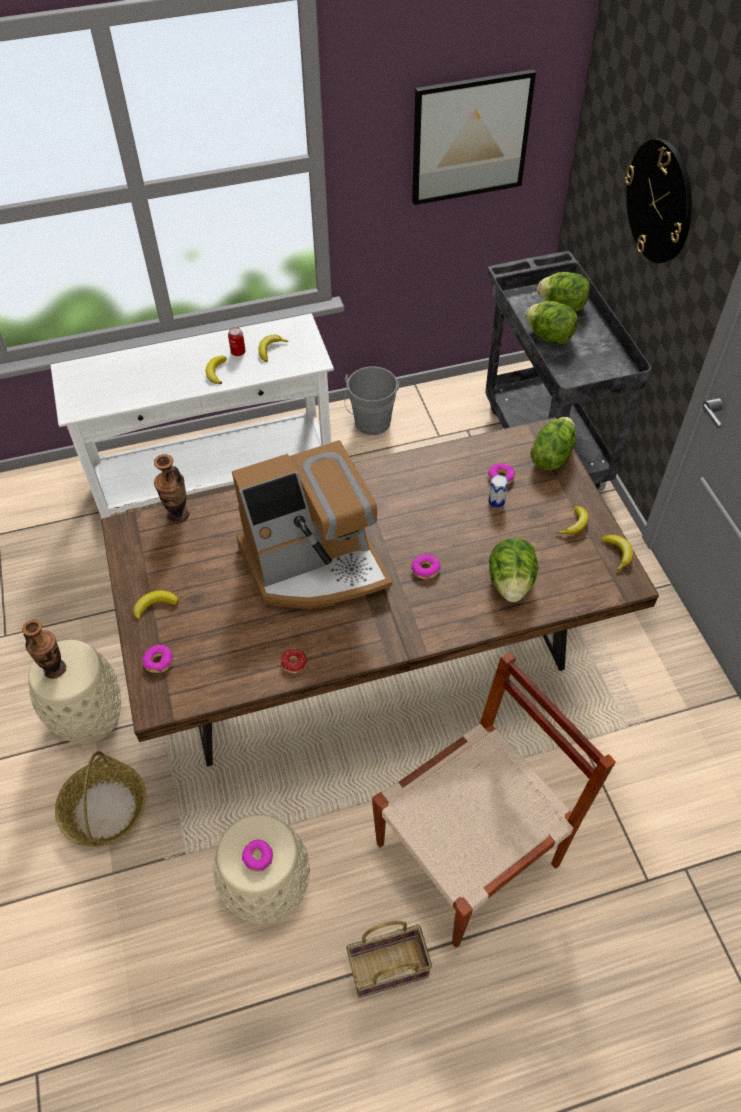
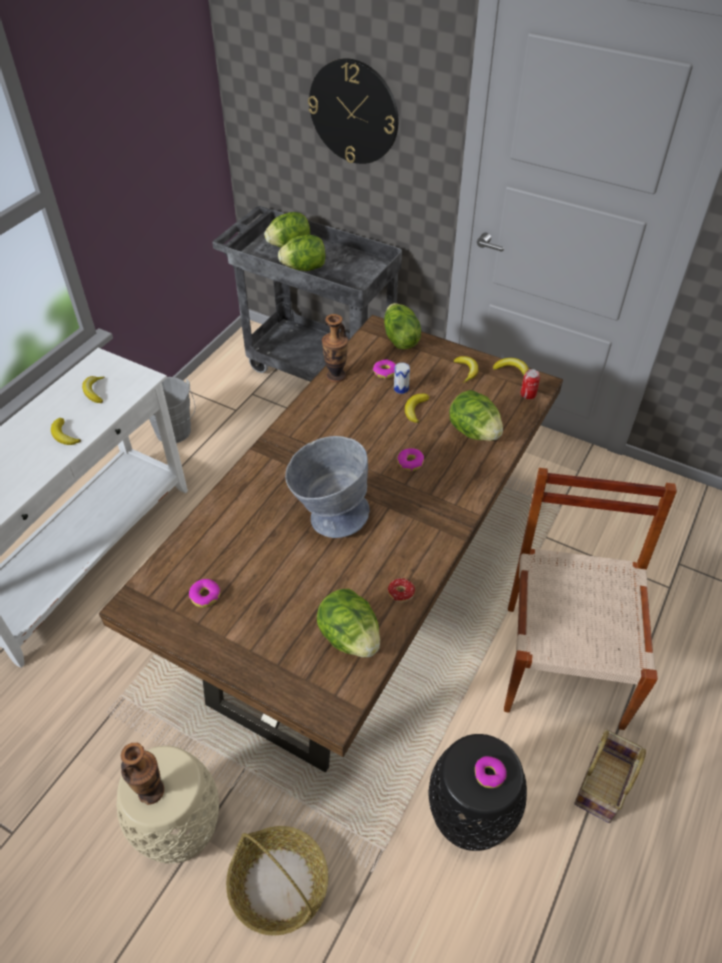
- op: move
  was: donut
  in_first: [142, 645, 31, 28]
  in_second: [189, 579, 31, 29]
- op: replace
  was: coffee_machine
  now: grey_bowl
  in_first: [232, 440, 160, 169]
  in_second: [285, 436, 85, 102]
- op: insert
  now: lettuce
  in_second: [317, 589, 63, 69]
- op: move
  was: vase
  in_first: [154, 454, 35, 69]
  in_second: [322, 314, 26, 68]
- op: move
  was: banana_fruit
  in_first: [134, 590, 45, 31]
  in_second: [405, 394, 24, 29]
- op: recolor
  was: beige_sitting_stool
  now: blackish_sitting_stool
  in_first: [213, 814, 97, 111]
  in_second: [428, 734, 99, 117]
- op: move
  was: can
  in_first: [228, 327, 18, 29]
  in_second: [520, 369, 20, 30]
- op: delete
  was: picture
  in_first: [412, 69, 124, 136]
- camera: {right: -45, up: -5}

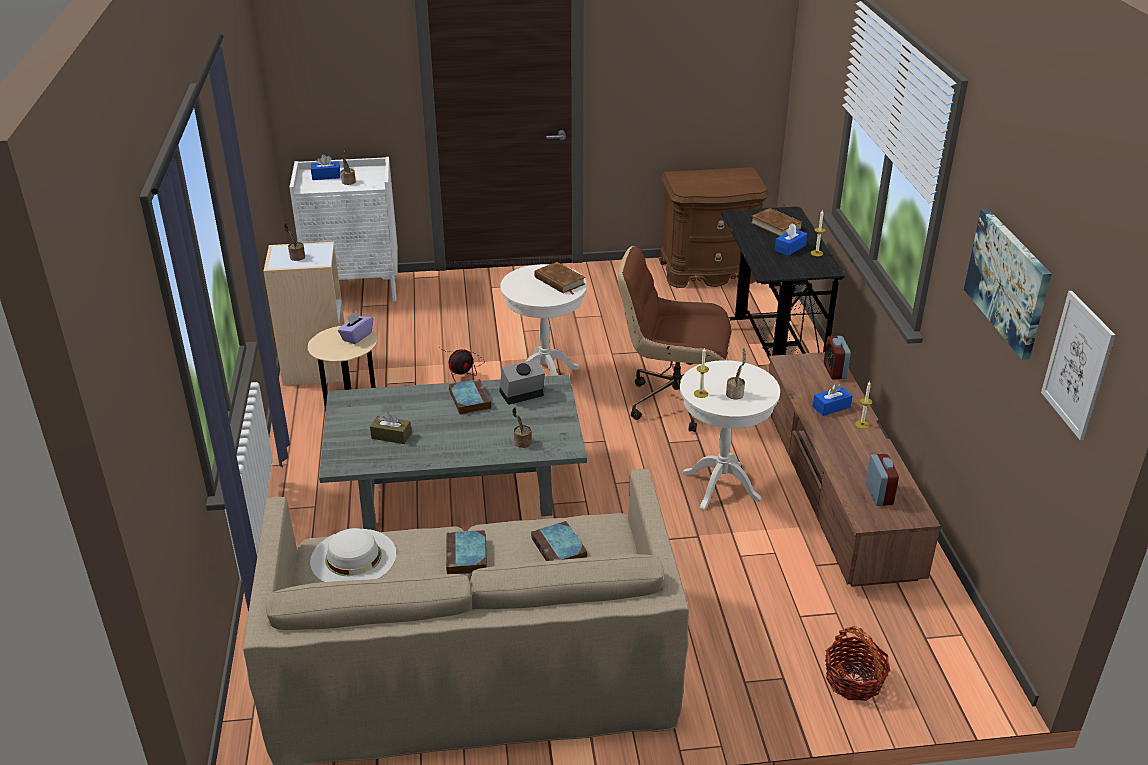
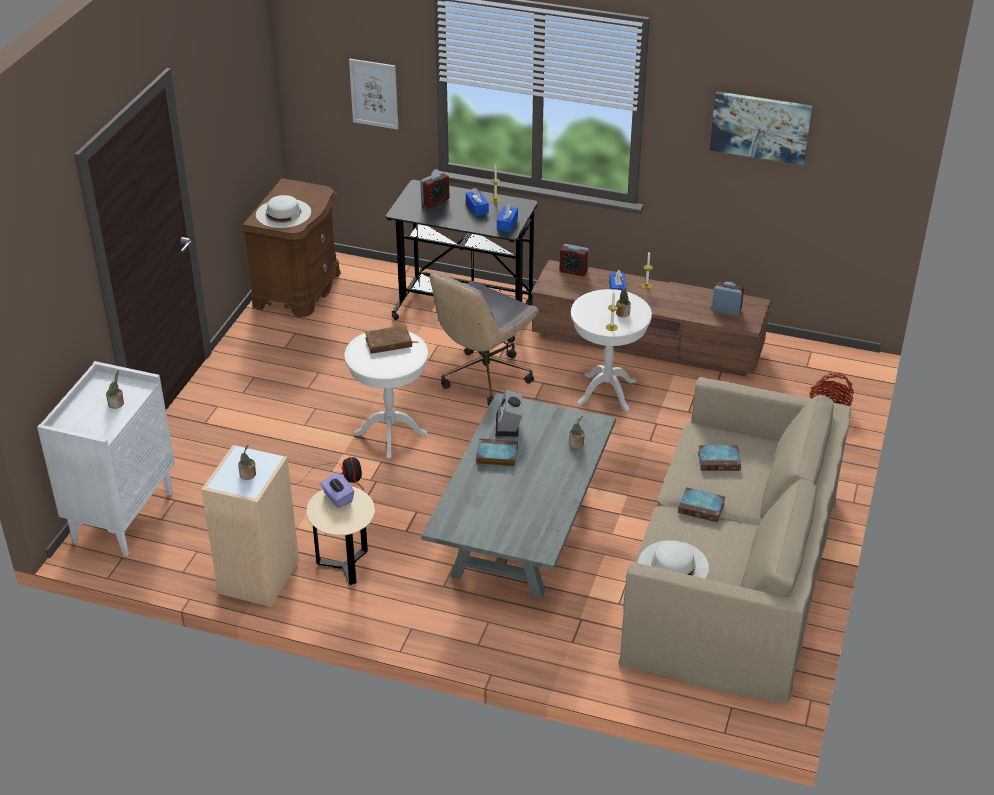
- op: insert
  now: whitish_wearable_hat
  in_second: [256, 195, 55, 33]
- op: move
  was: picture
  in_first: [1041, 291, 74, 150]
  in_second: [349, 59, 49, 71]
- op: replace
  was: brownish_bound_book
  now: table_clock
  in_first: [751, 208, 52, 28]
  in_second: [420, 172, 29, 35]
- op: recolor
  was: brownish_desk_chair
  now: grey_desk_chair
  in_first: [618, 246, 114, 186]
  in_second: [430, 272, 108, 134]
- op: move
  was: bluish_box_of_tissues
  in_first: [311, 154, 29, 26]
  in_second: [497, 203, 21, 29]
- op: delete
  was: brownish_box_of_tissues
  in_first: [370, 412, 42, 32]
- camera: {right: -65, up: 5}

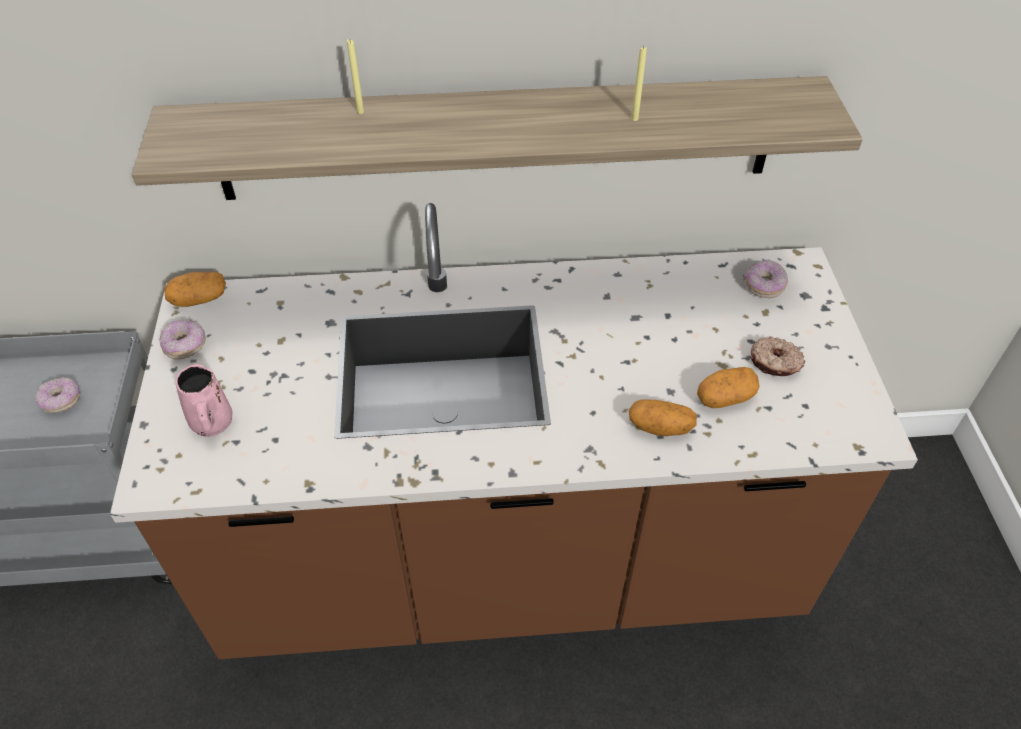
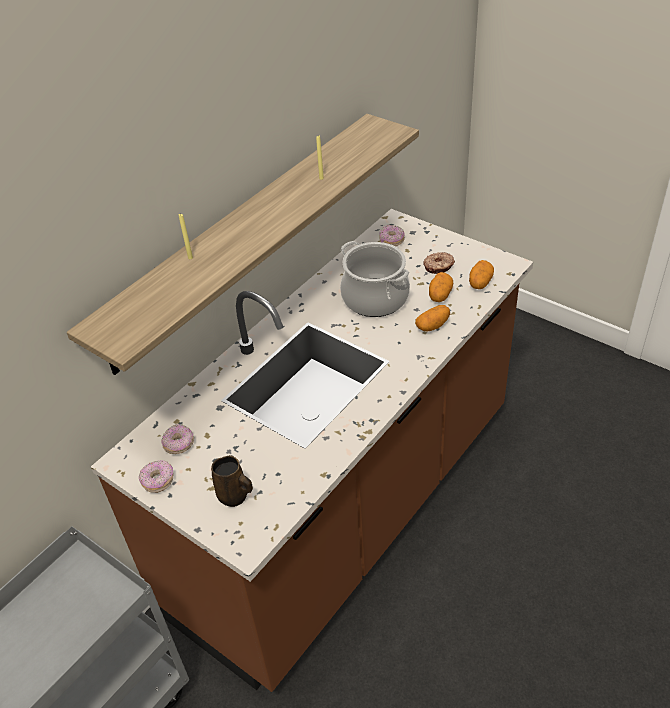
- op: move
  was: donut
  in_first: [35, 377, 46, 36]
  in_second: [161, 424, 33, 30]
- op: recolor
  was: pink_coffee_mug
  now: brownish_coffee_mug
  in_first: [175, 364, 57, 73]
  in_second: [211, 455, 42, 52]
- op: insert
  now: stockpot
  in_second: [340, 241, 70, 76]
- op: move
  was: spud
  in_first: [164, 272, 62, 35]
  in_second: [469, 260, 25, 29]
- camera: {right: -45, up: -5}

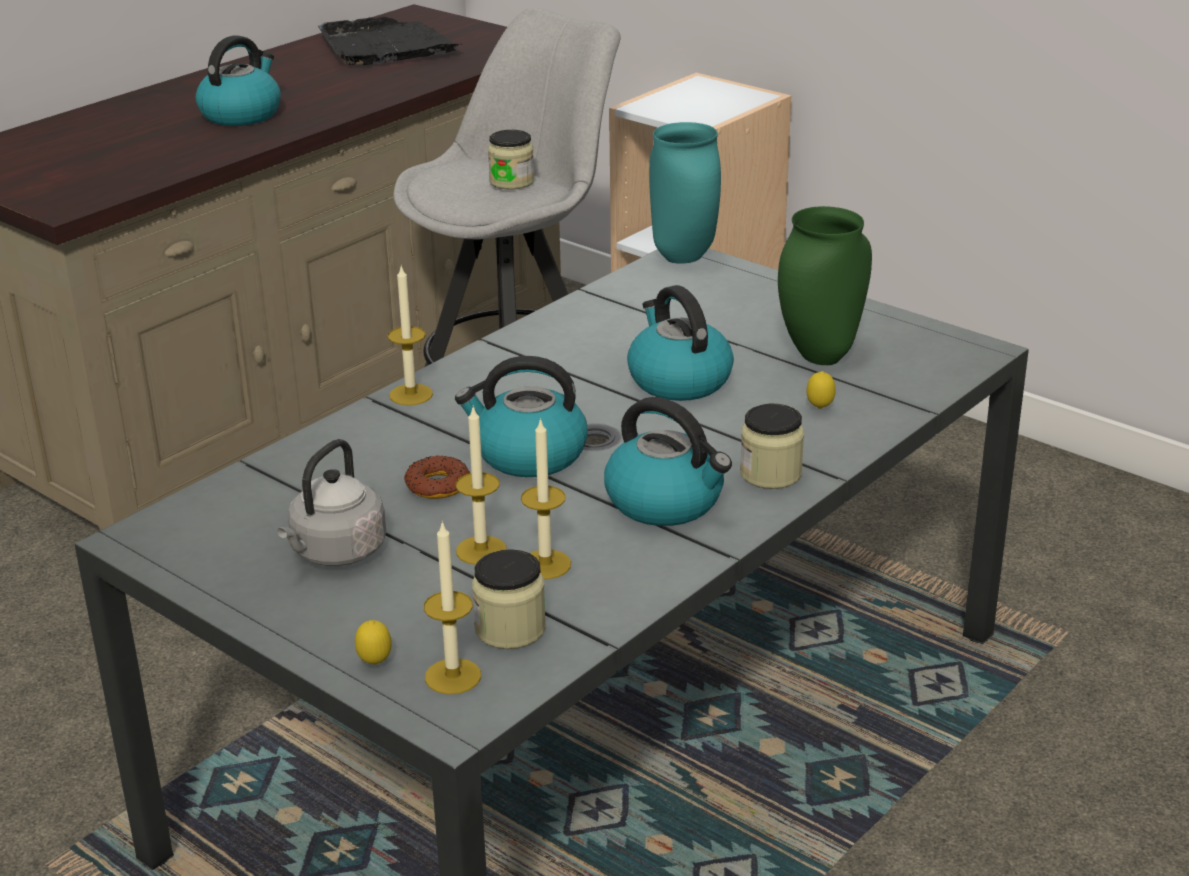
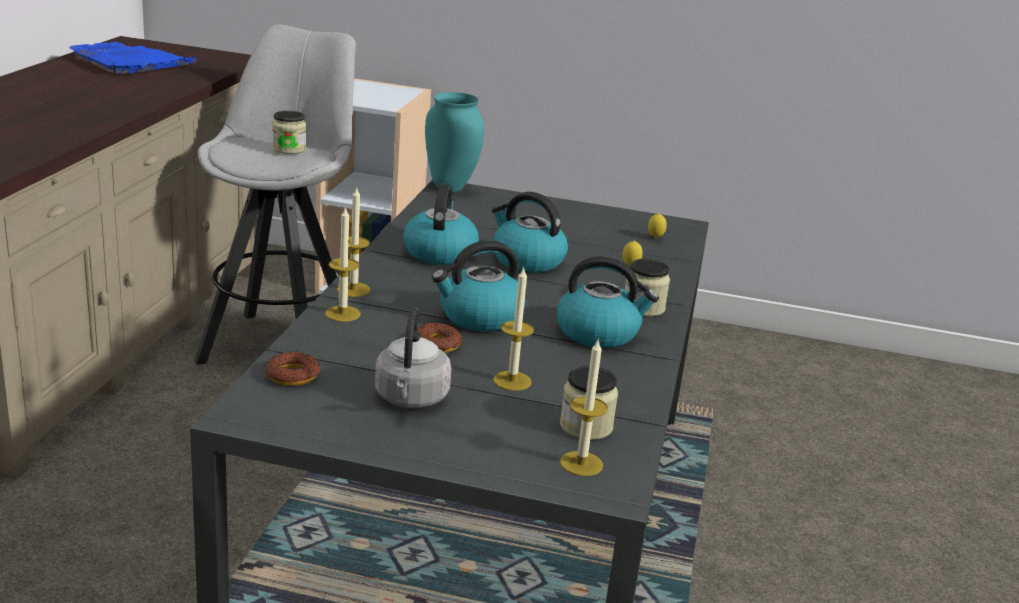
- op: recolor
  was: blackish_carrying_tray
  now: bluish_carrying_tray
  in_first: [318, 17, 143, 48]
  in_second: [69, 42, 131, 32]
- op: insert
  now: donut
  in_second: [265, 351, 55, 35]
- op: move
  was: candle
  in_first: [521, 418, 50, 161]
  in_second: [325, 206, 36, 116]
- op: move
  was: water_kettle
  in_first: [196, 35, 85, 91]
  in_second: [403, 183, 76, 82]
- op: move
  was: lemon
  in_first: [355, 620, 37, 44]
  in_second: [648, 213, 19, 25]
- op: delete
  was: greenish_vase
  in_first: [778, 206, 94, 159]
- camera: {right: -30, up: -5}

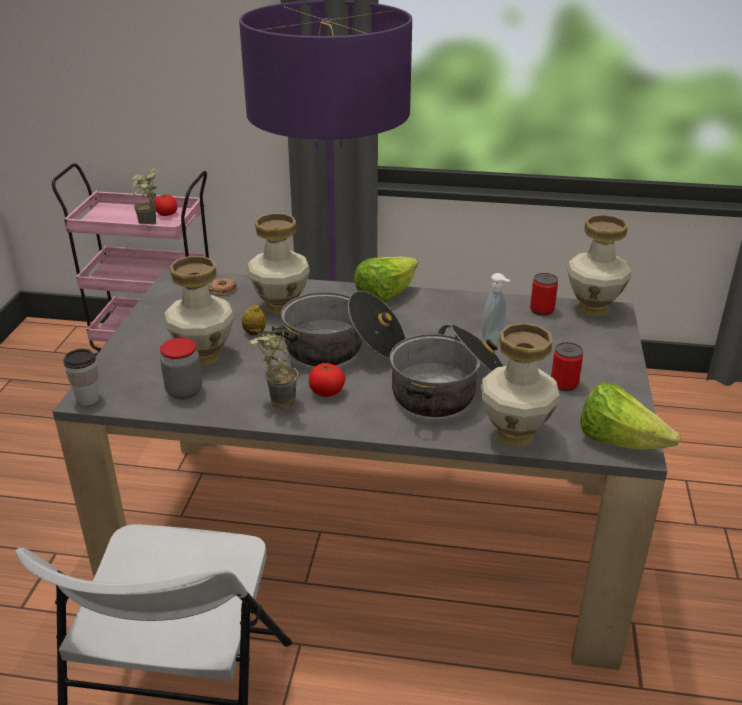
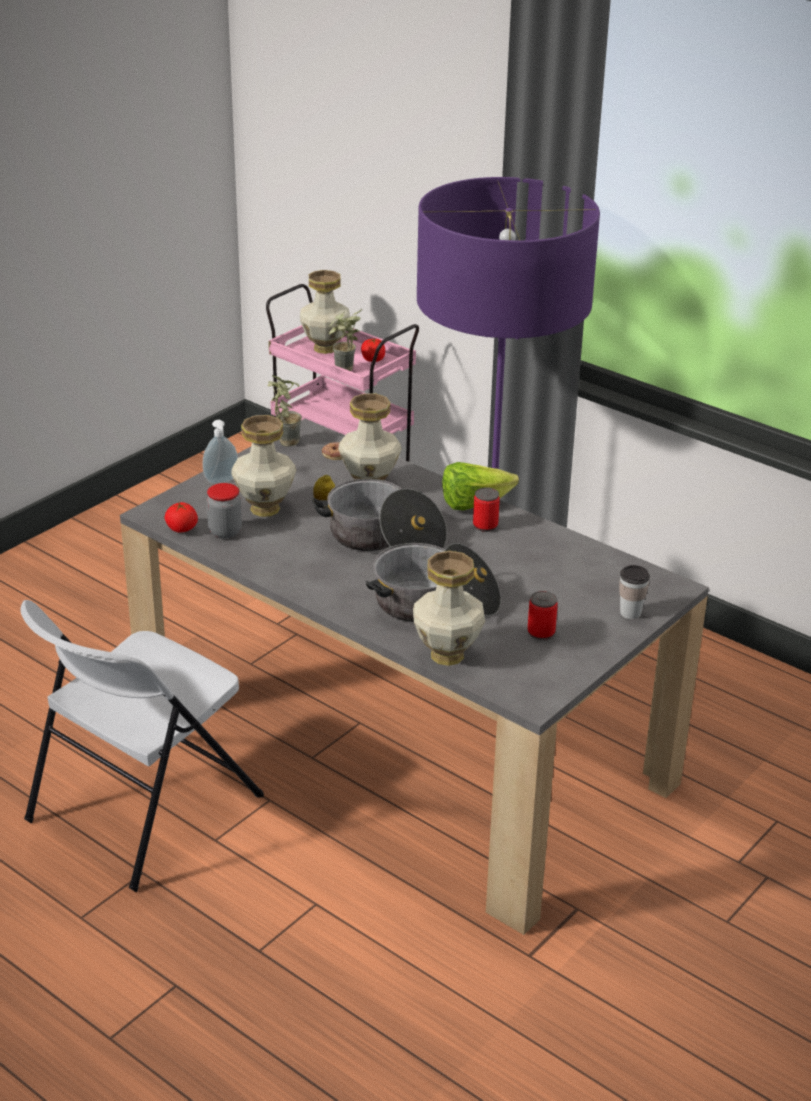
- op: move
  was: fresh_tomato
  in_first: [309, 363, 36, 34]
  in_second: [165, 502, 33, 31]
- op: move
  was: liquid_soap_bottle
  in_first: [482, 273, 28, 69]
  in_second: [202, 420, 36, 64]
- op: move
  was: plant_in_a_pot
  in_first: [249, 329, 49, 80]
  in_second: [268, 375, 34, 72]
- op: move
  was: vase
  in_first: [567, 215, 65, 101]
  in_second: [300, 270, 50, 84]
- op: move
  was: can
  in_first: [530, 273, 28, 43]
  in_second: [473, 487, 27, 45]
- op: move
  was: small_cup
  in_first: [63, 349, 36, 56]
  in_second: [619, 565, 31, 54]
- op: delete
  was: lettuce
  in_first: [580, 382, 101, 68]
- camera: {right: 30, up: 0}

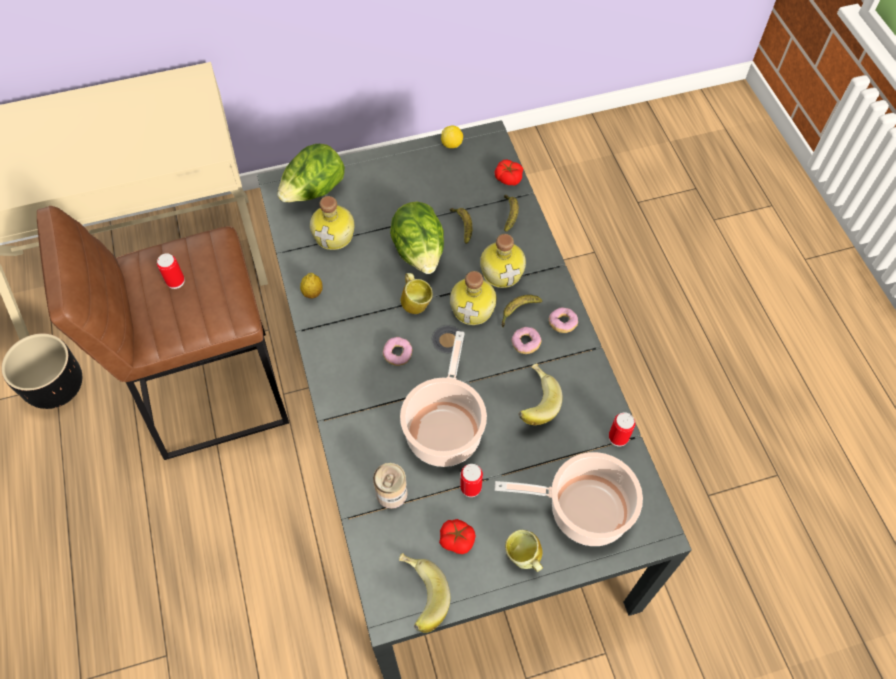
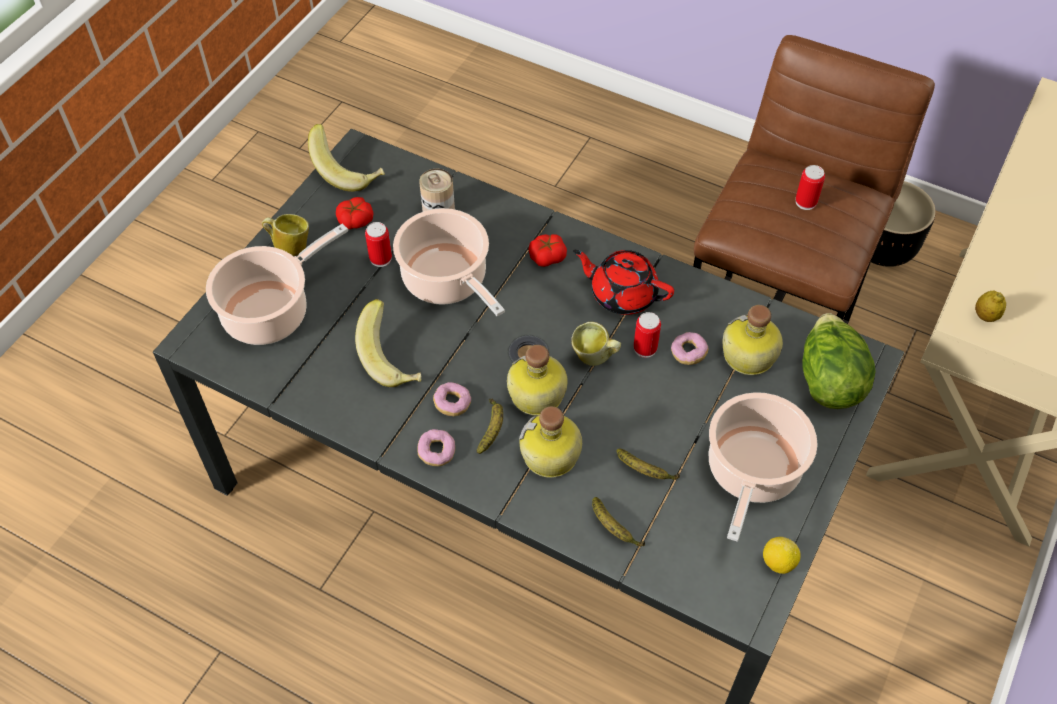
- op: move
  was: fresh_tomato
  in_first: [495, 159, 28, 26]
  in_second: [528, 234, 39, 33]
- op: insert
  now: red-coloured_pot_for_tea
  in_second: [573, 250, 101, 65]
- op: move
  was: can
  in_first: [609, 412, 26, 35]
  in_second: [634, 312, 27, 46]
- op: move
  was: donut
  in_first: [383, 337, 30, 29]
  in_second: [671, 332, 37, 33]
- op: insert
  now: stockpot
  in_second: [709, 392, 109, 150]
- op: move
  was: lemon
  in_first: [300, 273, 23, 26]
  in_second: [975, 291, 31, 31]
- op: delete
  was: lettuce
  in_first: [390, 202, 54, 72]
- camera: {right: 135, up: -5}

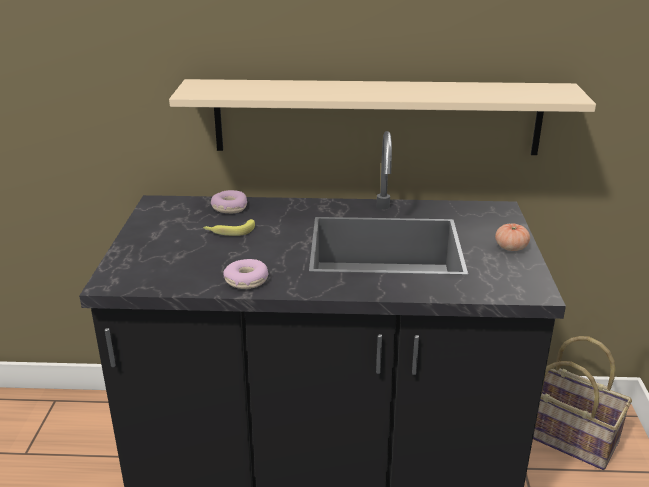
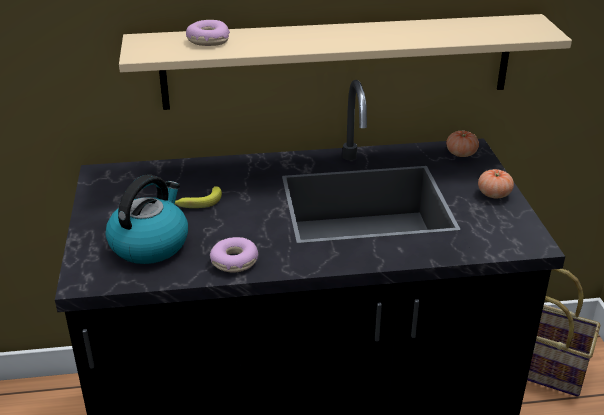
- op: insert
  now: water_kettle
  in_second: [106, 174, 82, 90]
- op: move
  was: donut
  in_first: [211, 190, 36, 23]
  in_second: [186, 20, 44, 26]
- op: insert
  now: fresh_tomato
  in_second: [446, 131, 33, 26]
- camera: {right: -10, up: 5}

